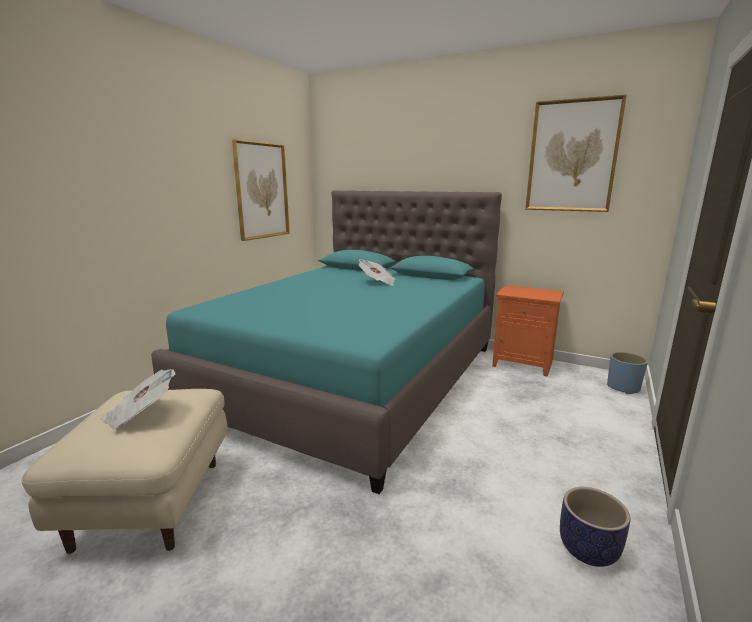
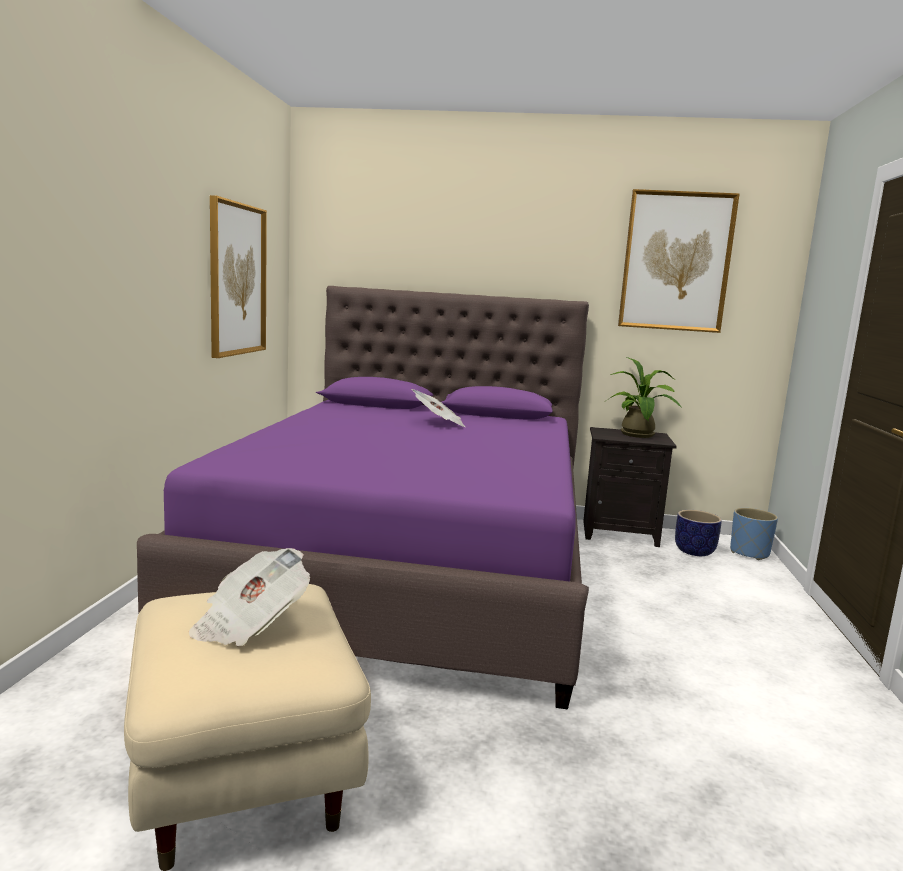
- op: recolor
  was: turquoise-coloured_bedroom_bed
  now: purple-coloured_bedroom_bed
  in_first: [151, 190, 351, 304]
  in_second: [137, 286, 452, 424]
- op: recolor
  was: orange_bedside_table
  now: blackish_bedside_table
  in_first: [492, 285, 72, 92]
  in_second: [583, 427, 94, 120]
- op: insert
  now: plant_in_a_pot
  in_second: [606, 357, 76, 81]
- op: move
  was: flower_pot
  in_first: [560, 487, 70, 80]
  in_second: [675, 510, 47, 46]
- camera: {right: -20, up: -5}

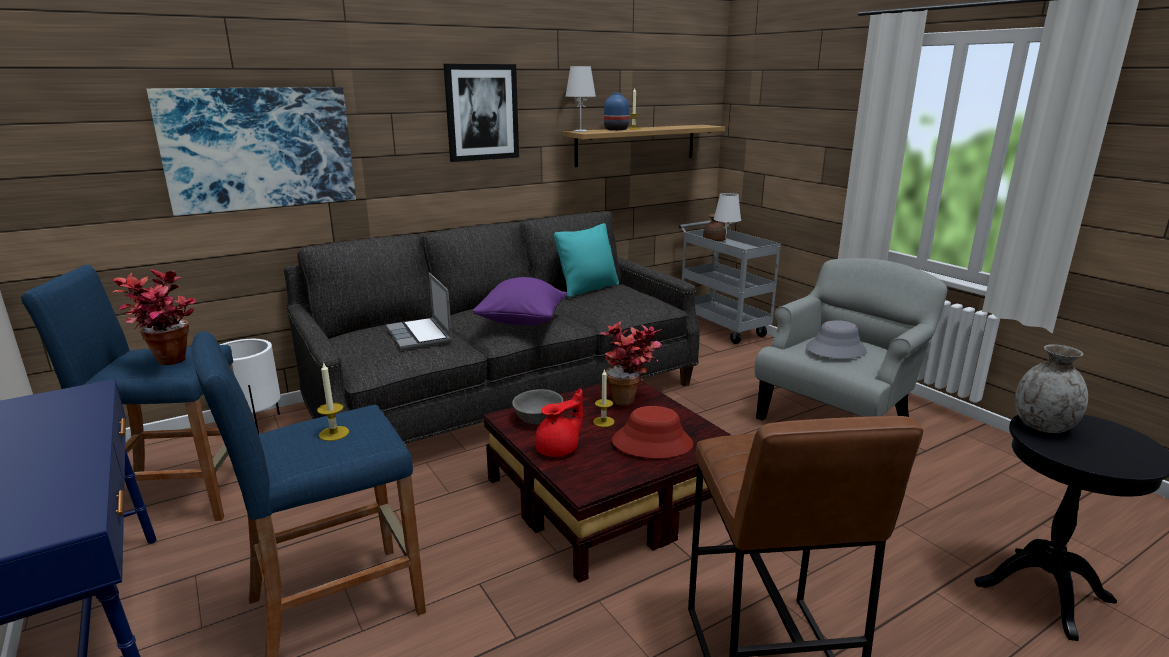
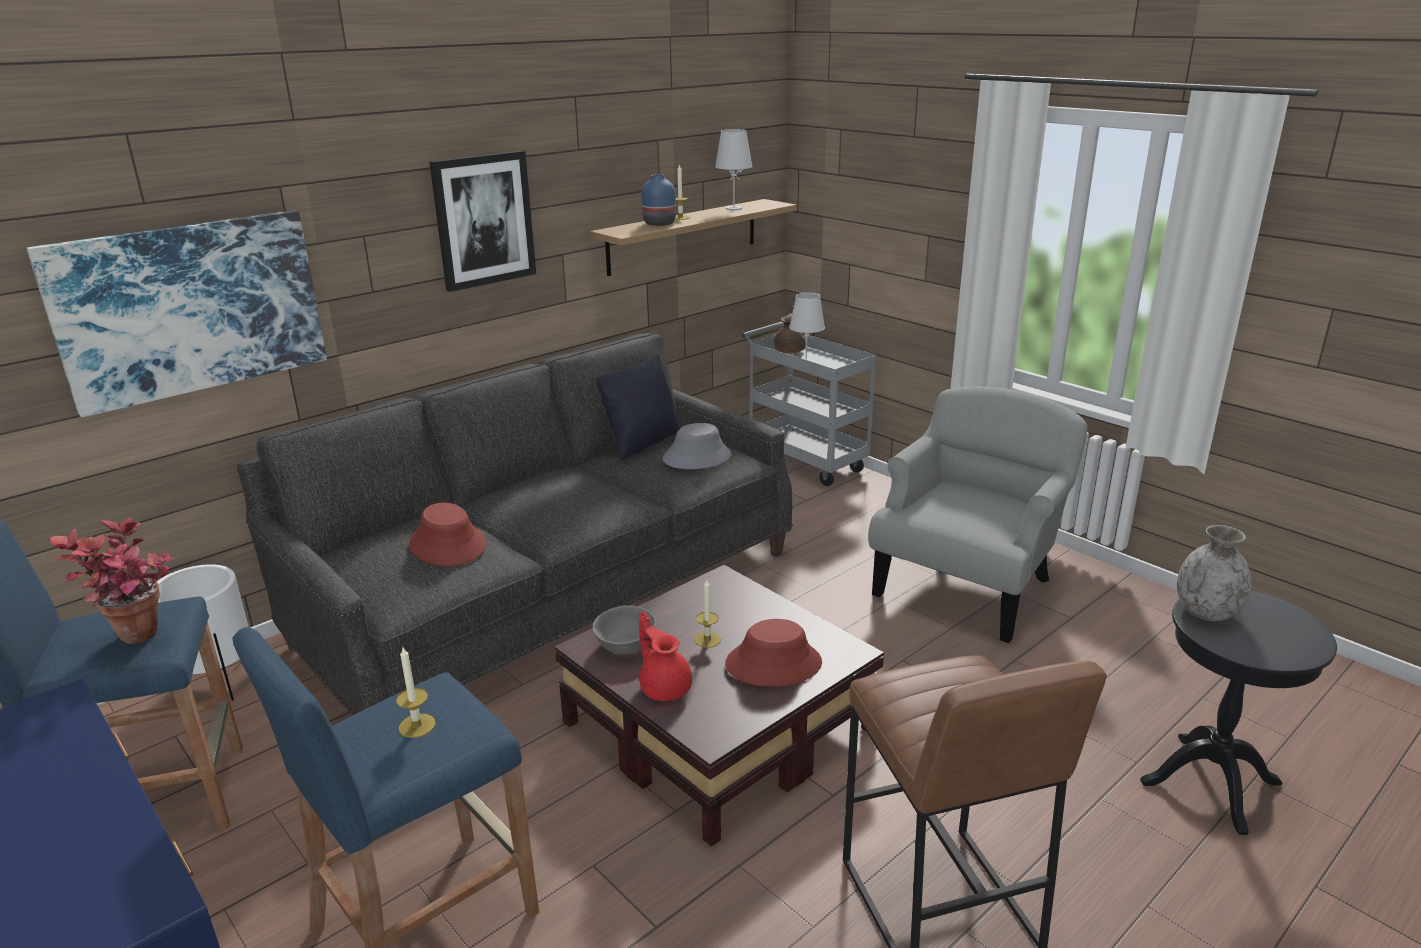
- op: replace
  was: portable_computer
  now: red-coloured_wearable_hat
  in_first: [386, 273, 66, 77]
  in_second: [409, 503, 77, 63]
- op: recolor
  was: turquoise-coloured_cushion
  now: blackish_cushion
  in_first: [554, 223, 65, 75]
  in_second: [596, 354, 85, 106]
- op: rotate
  was: red-coloured_pot_for_tea
  in_first: [535, 388, 48, 69]
  in_second: [639, 612, 53, 89]
  clockwise: -75
- op: move
  was: grey_wearable_hat
  in_first: [806, 320, 61, 39]
  in_second: [662, 423, 69, 46]
- op: move
  was: whitish_tabletop_lamp
  in_first: [566, 66, 30, 66]
  in_second: [715, 129, 38, 81]
- op: delete
  was: purple-coloured_cushion
  in_first: [473, 277, 94, 48]
- op: delete
  was: plant_in_a_pot
  in_first: [600, 321, 62, 85]
- camera: {right: -10, up: 5}

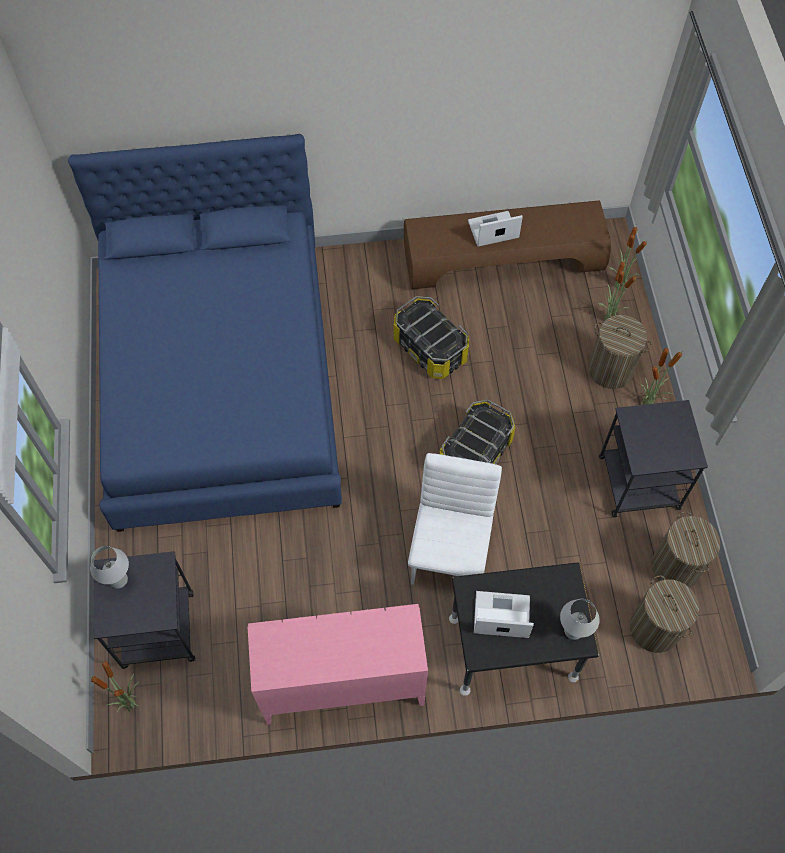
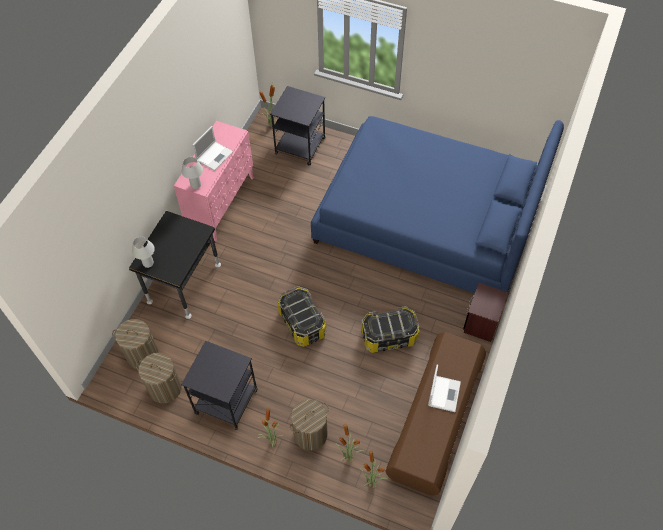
- op: move
  was: whitish_tabletop_lamp
  in_first: [90, 546, 39, 43]
  in_second: [181, 157, 22, 32]
- op: move
  was: portable_computer
  in_first: [474, 591, 60, 47]
  in_second: [192, 126, 41, 45]
- op: insert
  now: brownish_bedside_table
  in_second: [463, 283, 45, 59]
- op: delete
  was: whitish_plain_chair
  in_first: [408, 453, 94, 132]
- camera: {right: 120, up: -5}

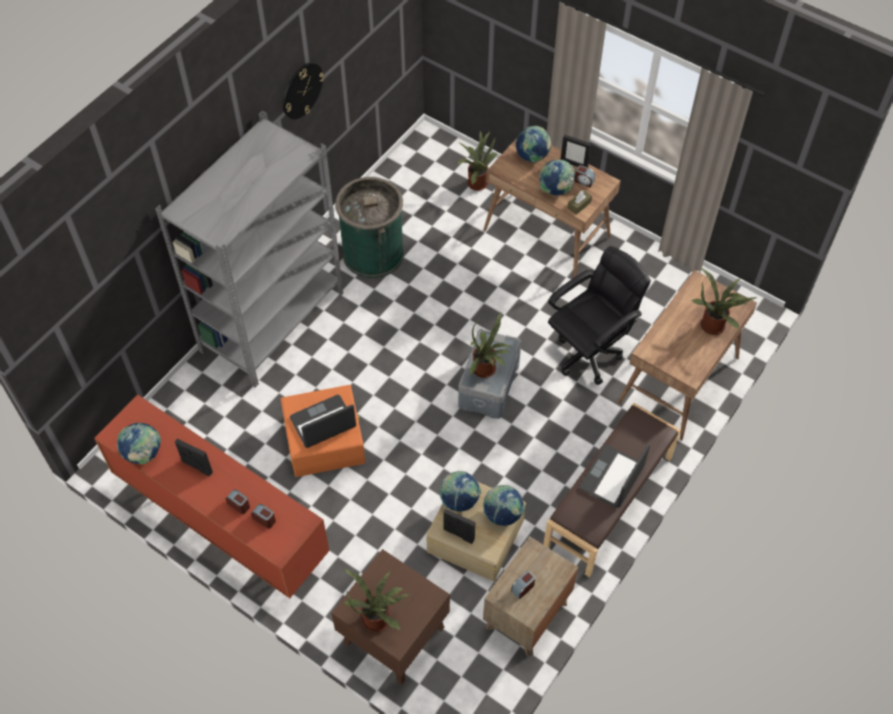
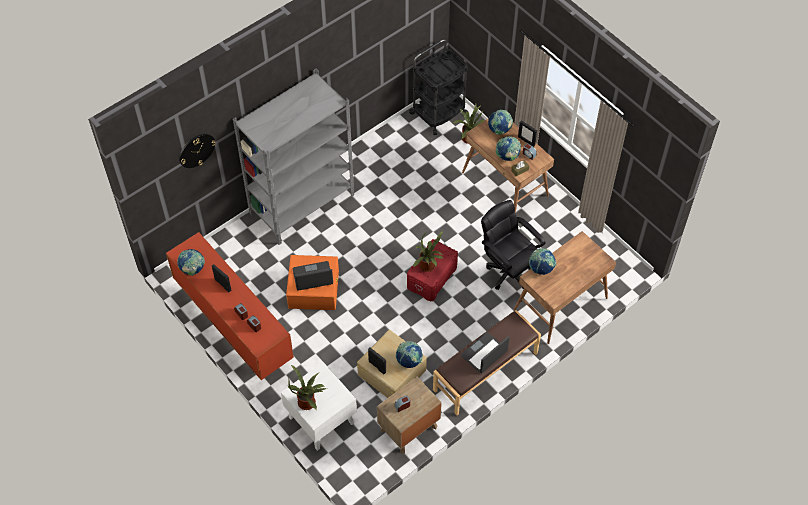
- op: move
  was: wall_clock
  in_first: [283, 62, 41, 57]
  in_second: [179, 134, 37, 34]
- op: recolor
  was: brownish_bedside_table
  now: whitish_bedside_table
  in_first: [331, 549, 119, 136]
  in_second: [281, 362, 76, 89]
- op: recolor
  was: grey_storage_box
  now: red-coloured_storage_box
  in_first: [458, 329, 63, 90]
  in_second: [407, 239, 51, 62]
- op: insert
  now: blackish_trolley
  in_second: [409, 39, 59, 96]
- op: rotate
  was: blackish_desk_chair
  in_first: [548, 246, 103, 139]
  in_second: [481, 200, 65, 90]
  clockwise: -105
- op: move
  was: globe
  in_first: [439, 471, 42, 40]
  in_second: [529, 248, 27, 27]
- op: delete
  was: greenish_trash_can
  in_first: [335, 177, 69, 101]
- op: delete
  was: plant_in_a_pot
  in_first: [692, 268, 65, 67]
- camera: {right: 15, up: 0}

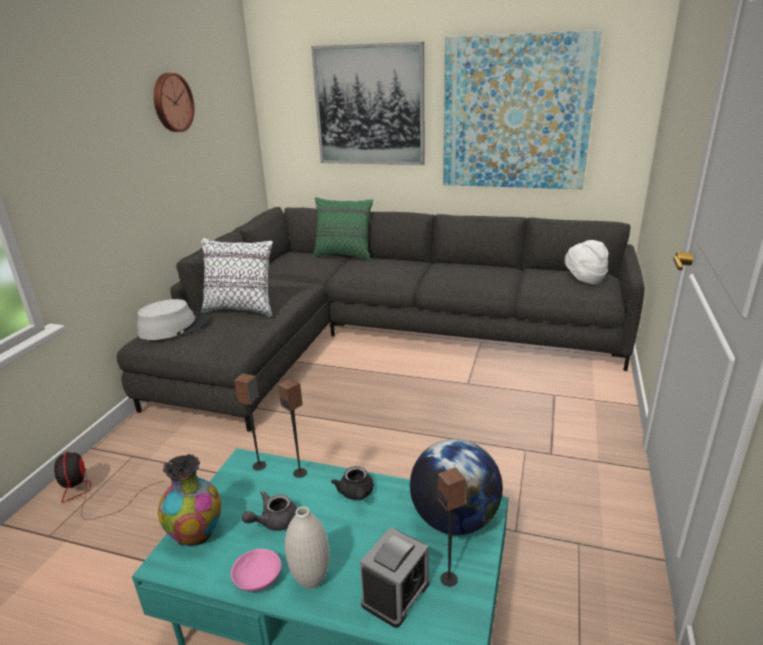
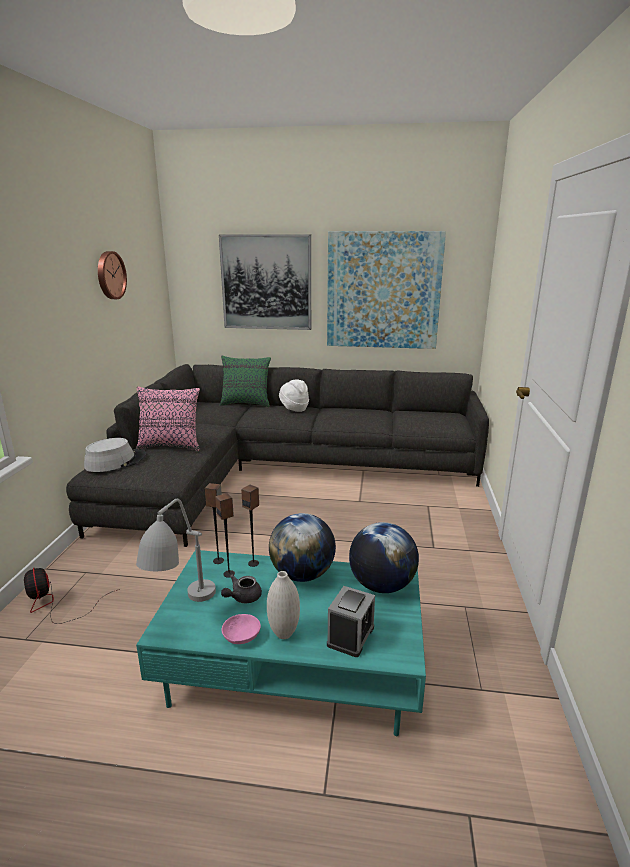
- op: recolor
  was: whitish_cushion
  now: pink_cushion
  in_first: [201, 238, 72, 79]
  in_second: [136, 387, 64, 64]
- op: replace
  was: vase
  now: grey_tabletop_lamp
  in_first: [158, 454, 63, 94]
  in_second: [136, 499, 80, 103]
- op: move
  was: loudspeaker
  in_first: [438, 467, 28, 120]
  in_second: [215, 493, 20, 85]
- op: replace
  was: blackish_pot_for_tea
  now: globe
  in_first: [331, 466, 43, 34]
  in_second: [269, 513, 67, 69]
- op: move
  was: whitish_wearable_hat
  in_first: [564, 240, 44, 44]
  in_second: [279, 379, 30, 33]
- camera: {right: -10, up: -5}

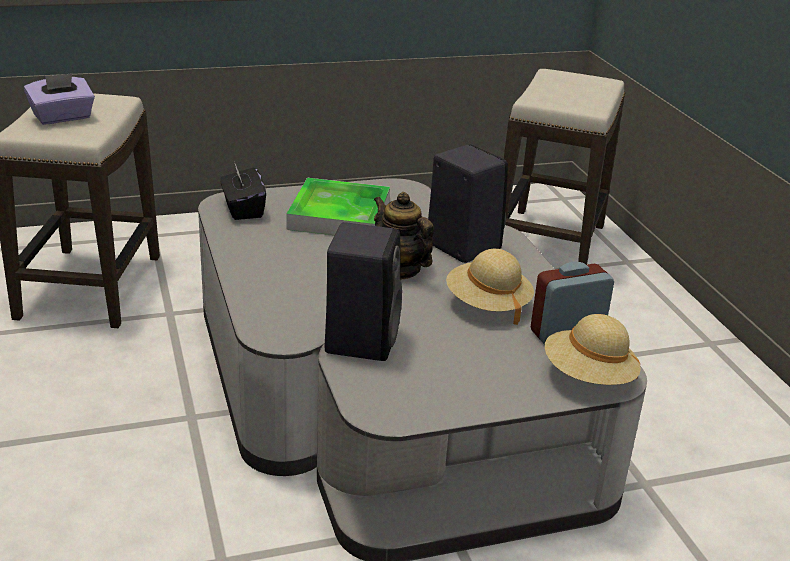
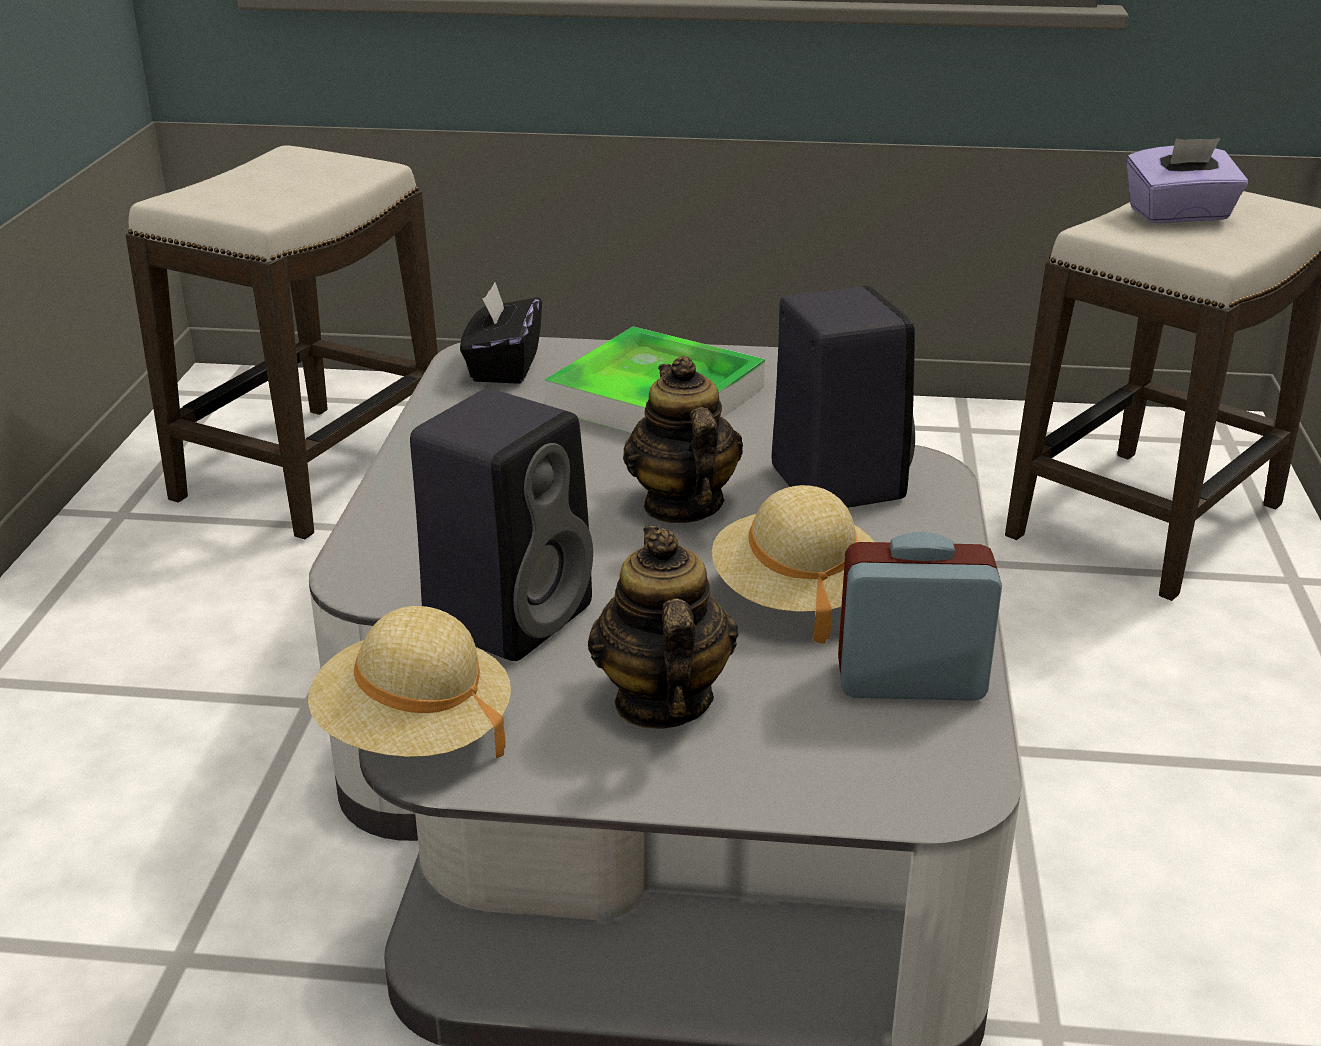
- op: move
  was: beige_wearable_hat
  in_first: [545, 314, 96, 71]
  in_second: [308, 606, 203, 152]
- op: insert
  now: pot_for_tea
  in_second: [588, 526, 150, 203]
- op: move
  was: purple-coloured_box_of_tissues
  in_first: [24, 73, 71, 52]
  in_second: [1126, 138, 122, 85]
- camera: {right: 25, up: 0}

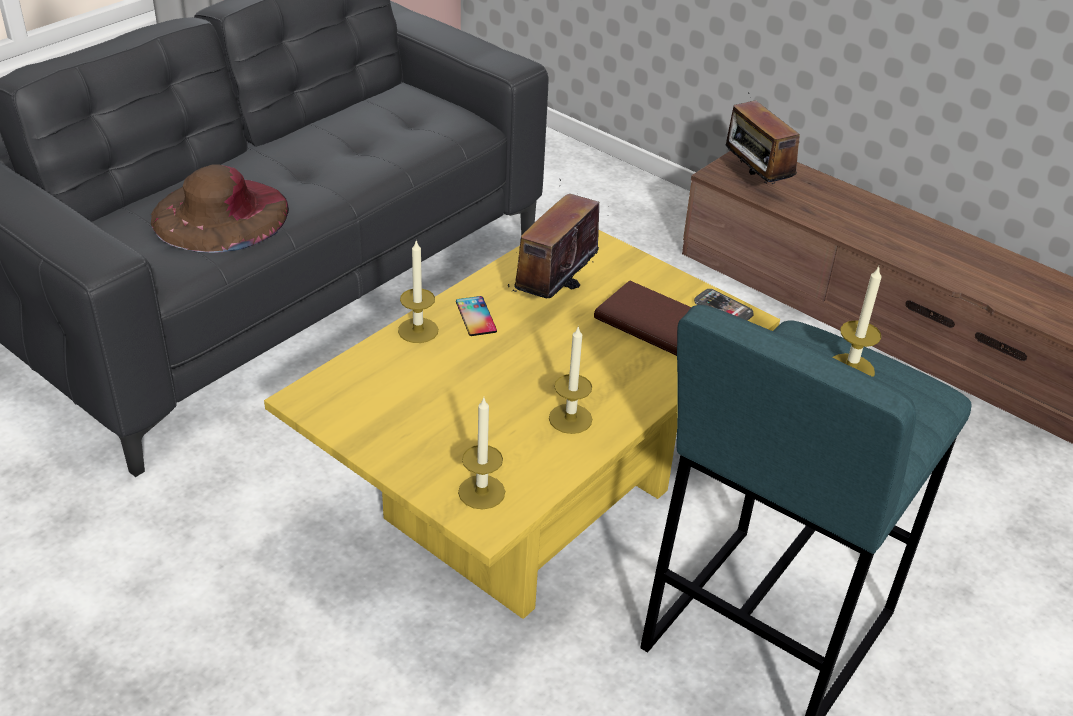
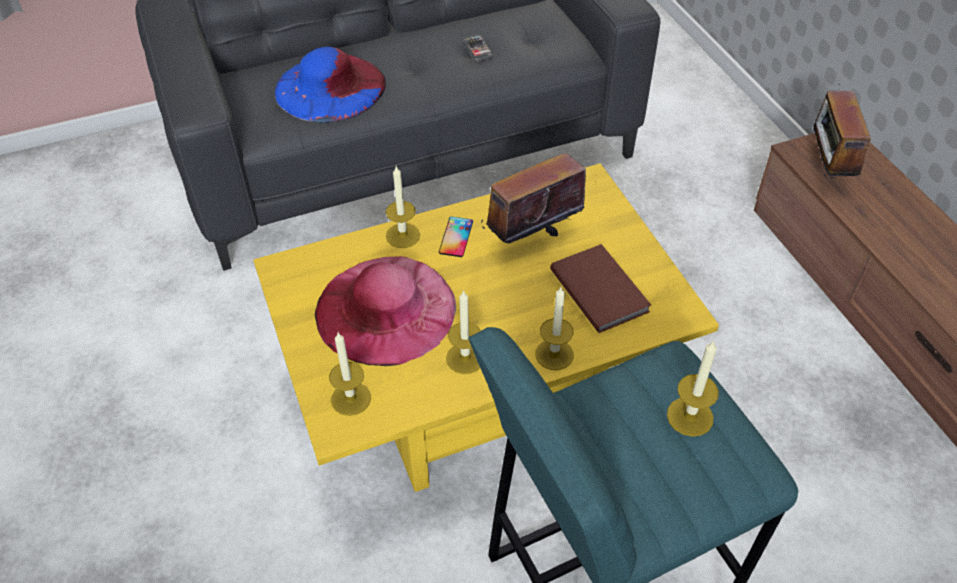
- op: recolor
  was: brownish_wearable_hat
  now: bluish_wearable_hat
  in_first: [151, 164, 138, 89]
  in_second: [275, 47, 111, 76]
- op: insert
  now: pink_wearable_hat
  in_second: [315, 256, 141, 110]
- op: move
  was: telephone
  in_first: [694, 289, 60, 32]
  in_second: [462, 34, 32, 28]
- op: insert
  now: candle
  in_second: [535, 287, 39, 83]
- camera: {right: 30, up: 10}

